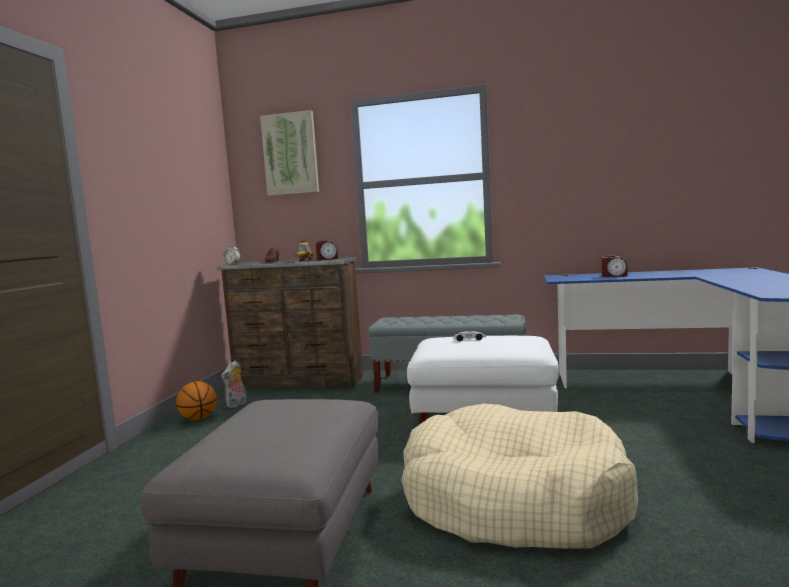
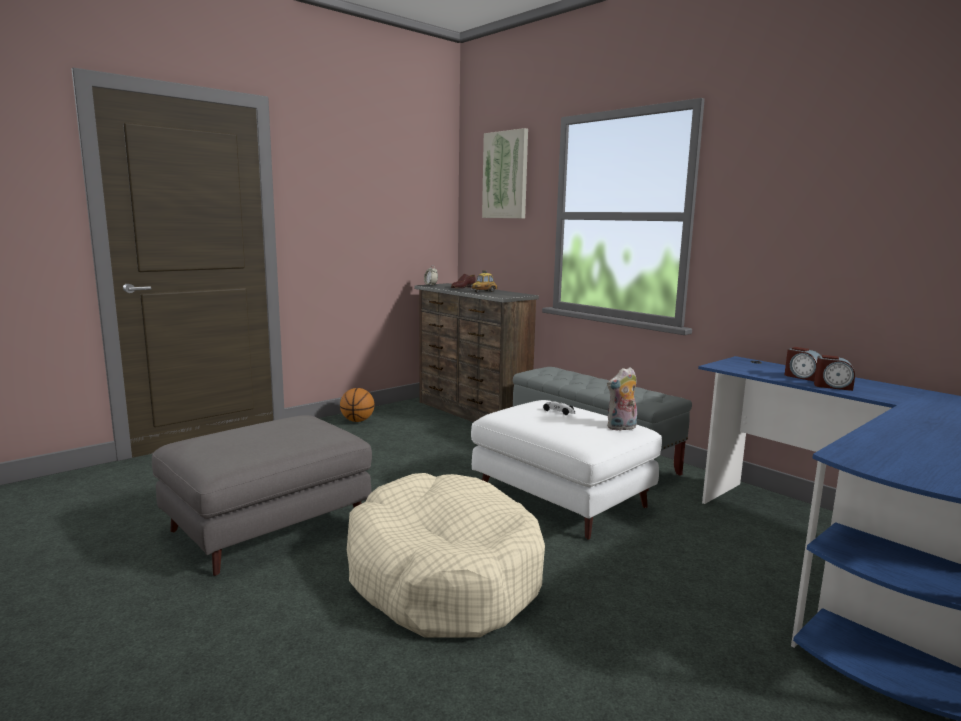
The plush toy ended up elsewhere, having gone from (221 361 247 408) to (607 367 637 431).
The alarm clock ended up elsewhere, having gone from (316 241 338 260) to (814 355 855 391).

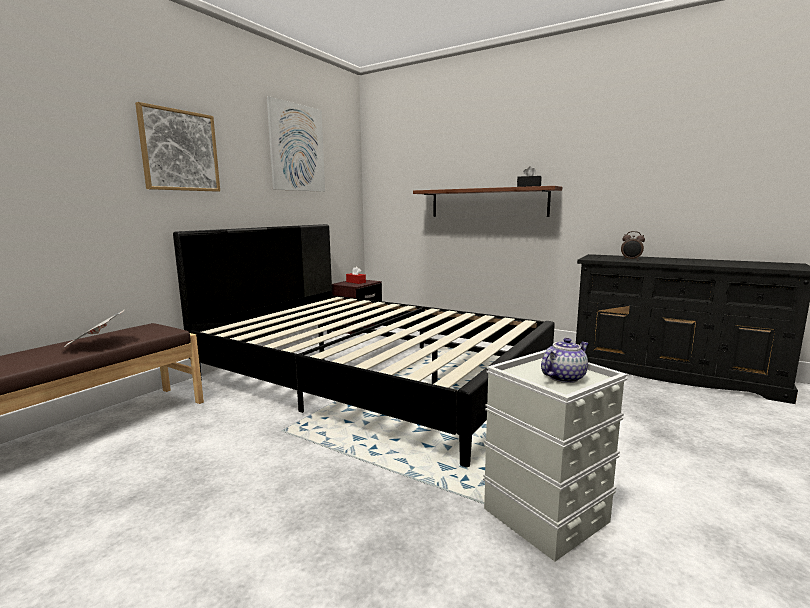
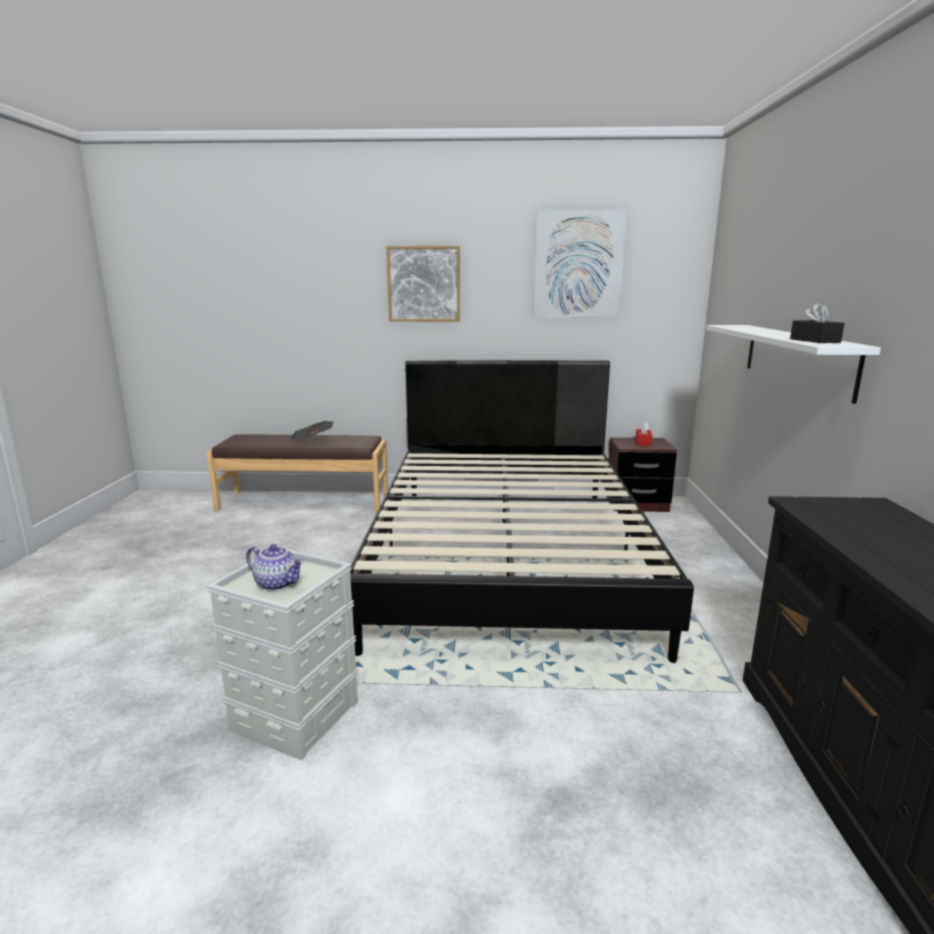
What was the brown shelf at (413 186 562 217) turned into the white shelf at (706 325 881 404).
The second view lost the alarm clock at (621 231 645 260).

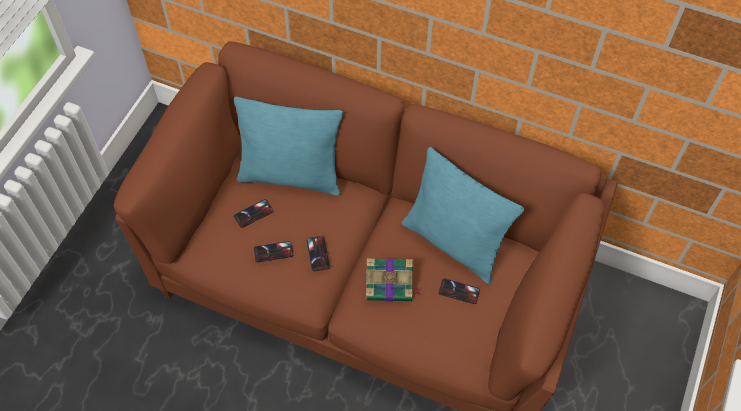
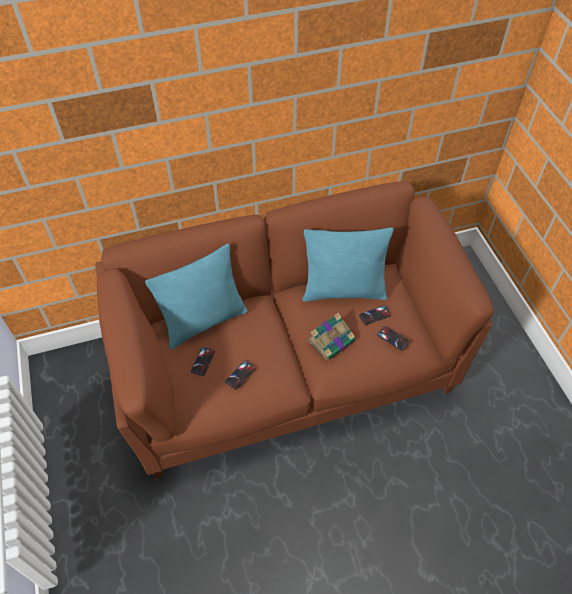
The phone ended up elsewhere, having gone from (307 236 330 271) to (377 326 410 351).

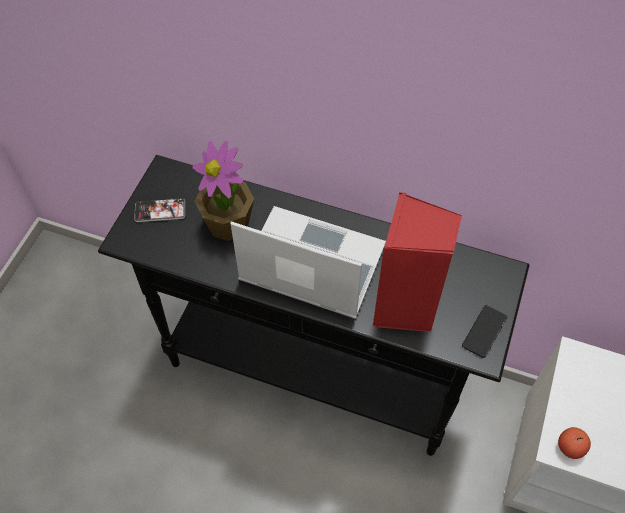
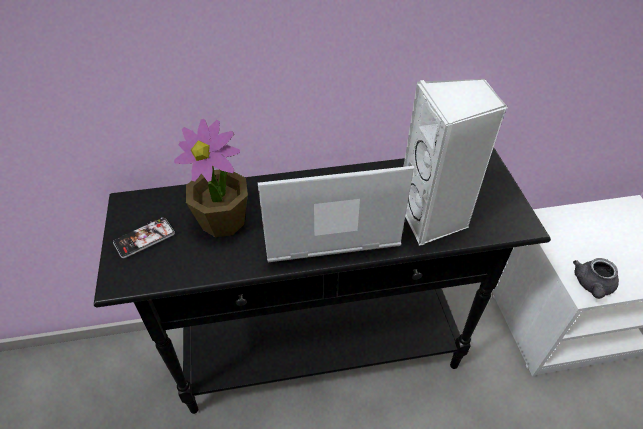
What was the red speaker at (373 192 462 332) turned into the white speaker at (403 79 507 245).
The second view lost the phone at (462 305 507 358).
Where the apple stood at (558 427 591 459), the grey teapot came to stand at (573 258 619 299).

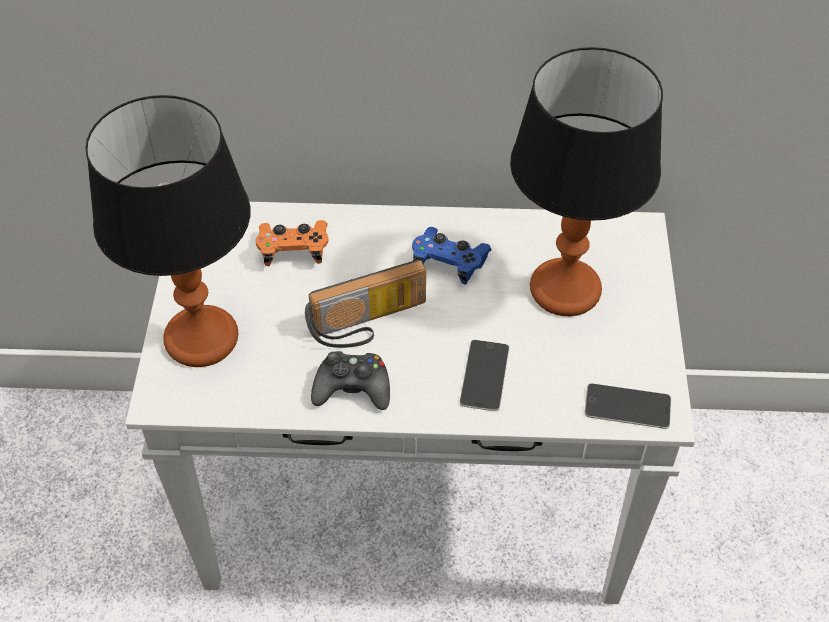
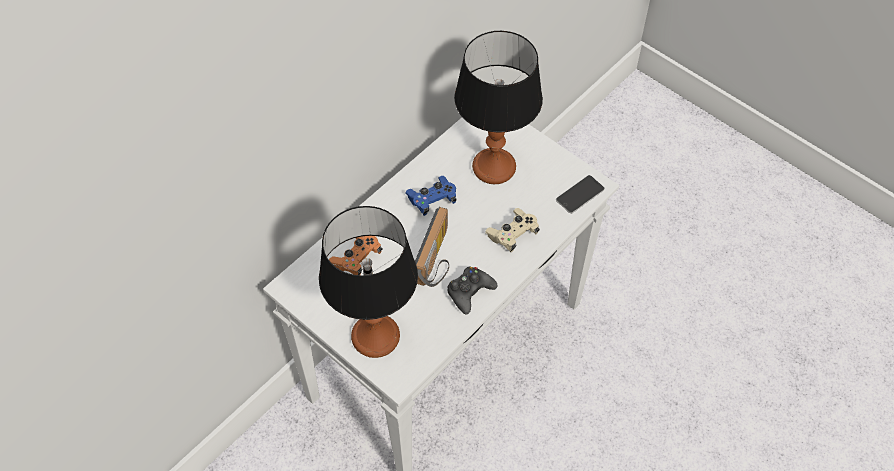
Where the phone stood at (460 340 509 411), the beige game controller came to stand at (485 208 540 252).

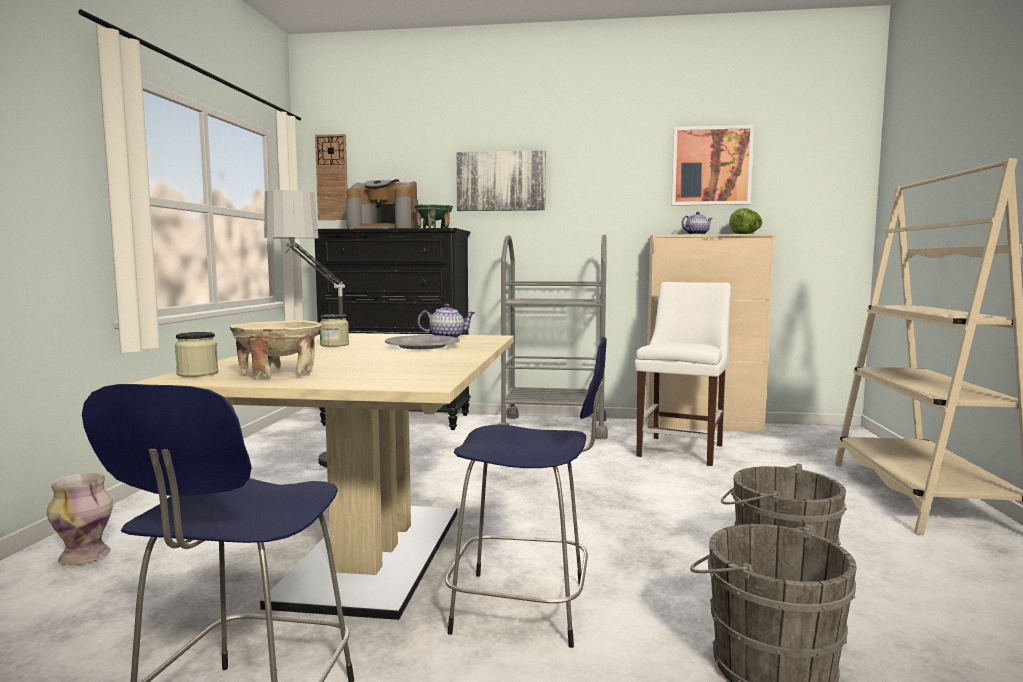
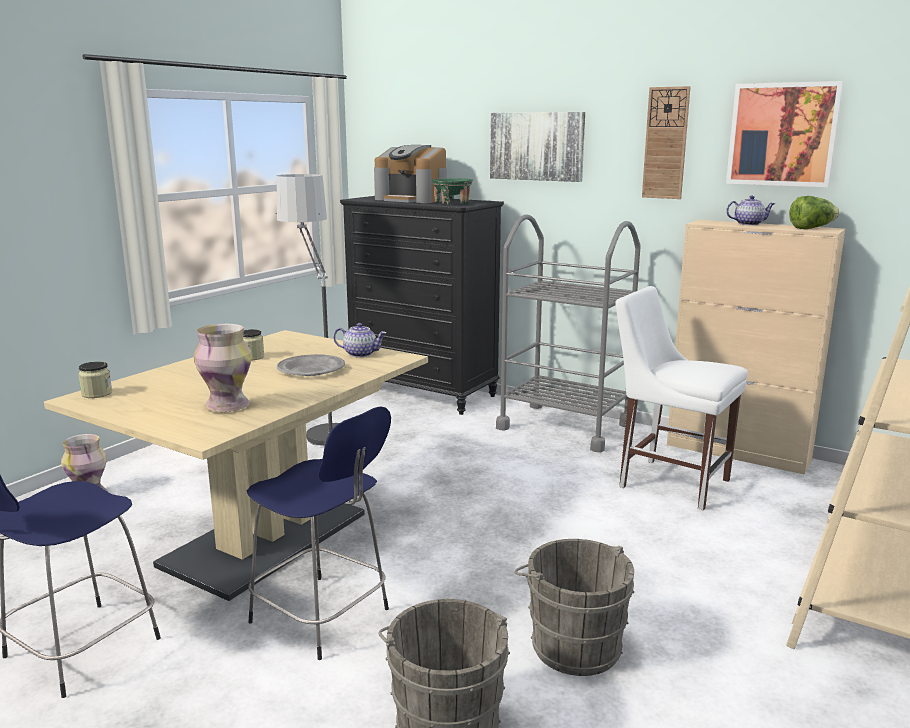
The second view lost the beige bowl at (230 320 322 379).
The wall clock ended up elsewhere, having gone from (315 134 348 220) to (642 86 691 199).
The white chair at (635 282 731 466) ended up facing another way, 105 degrees counterclockwise from before.
The second view gained the vase at (194 324 252 412).

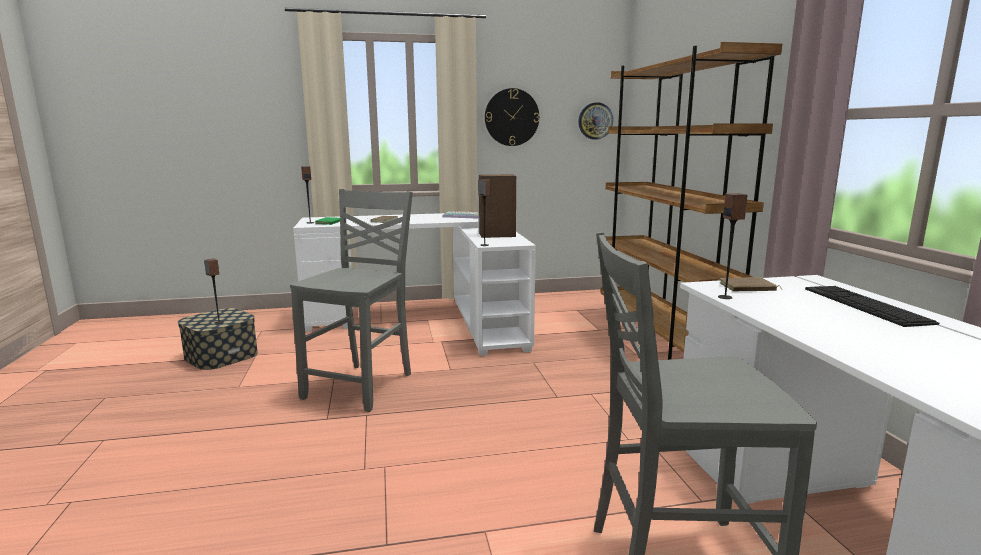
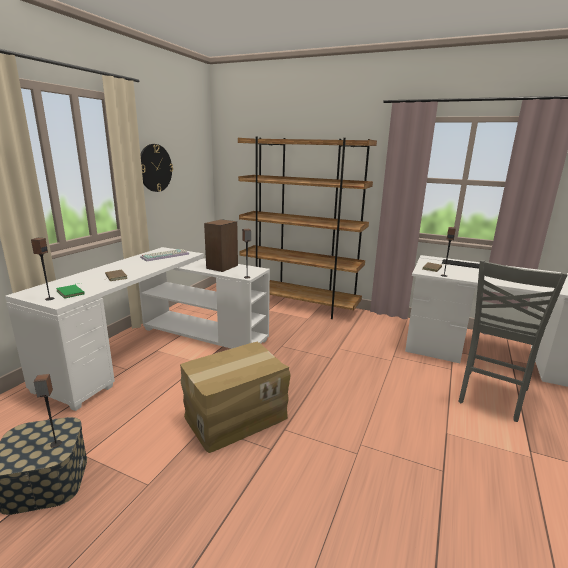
Where the grey chair stood at (290 189 413 412), the cardboard box came to stand at (180 342 291 453).
The second view lost the wall clock at (578 102 613 140).

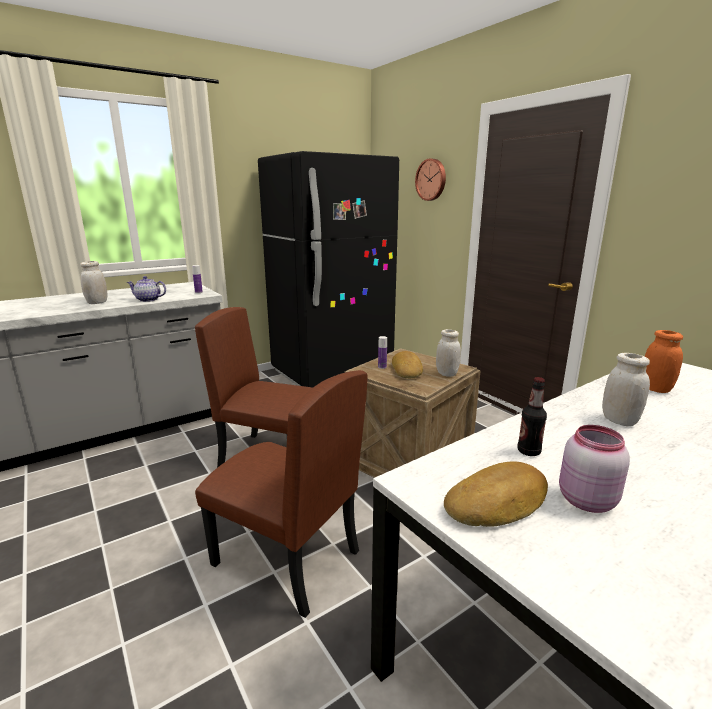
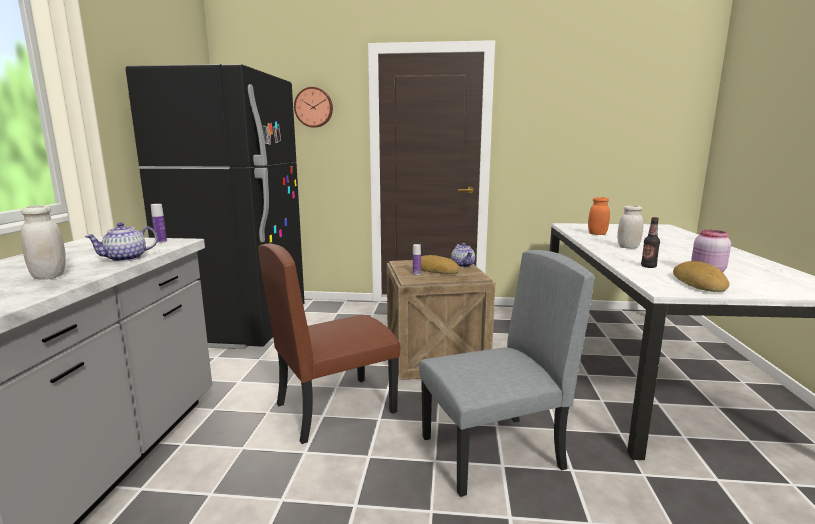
What was the brown chair at (195 370 368 618) turned into the grey chair at (419 250 595 497).
Where the white jar stood at (436 329 461 377), the teapot came to stand at (451 243 475 267).

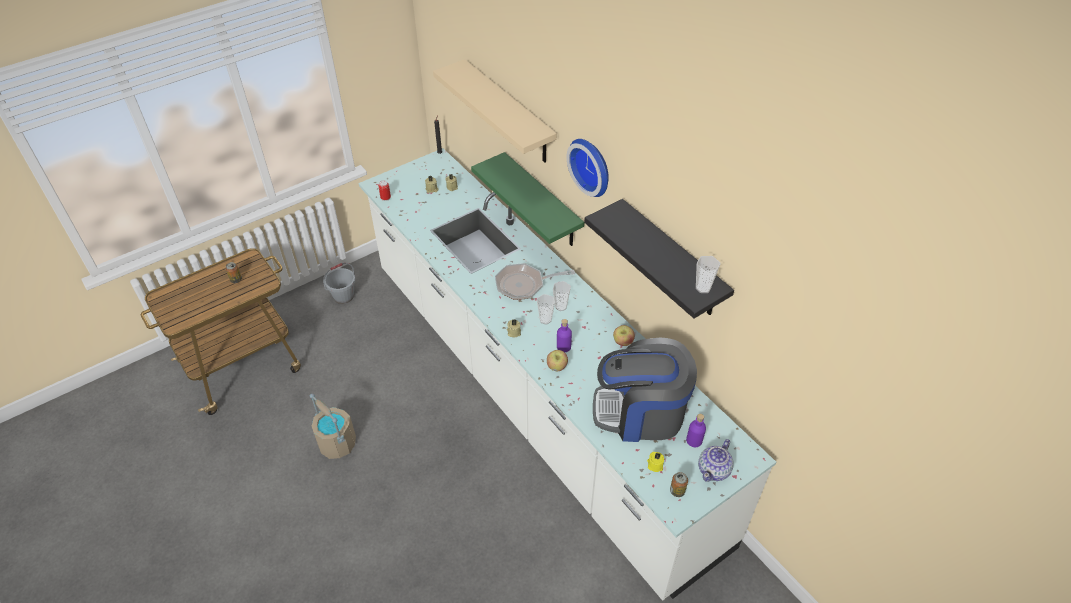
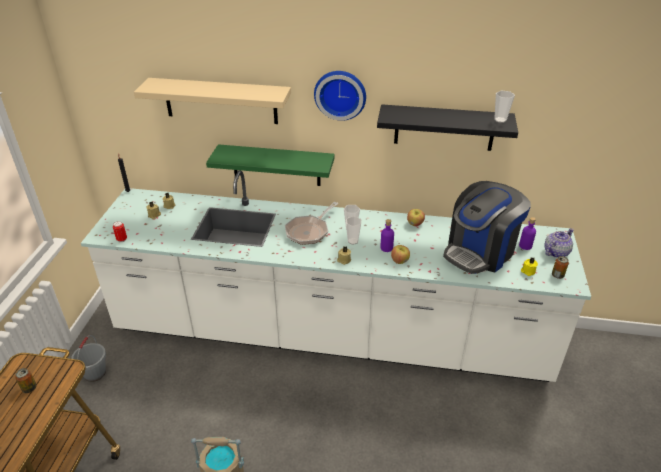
The teapot at (699 439 733 482) ended up facing another way, 120 degrees counterclockwise from before.

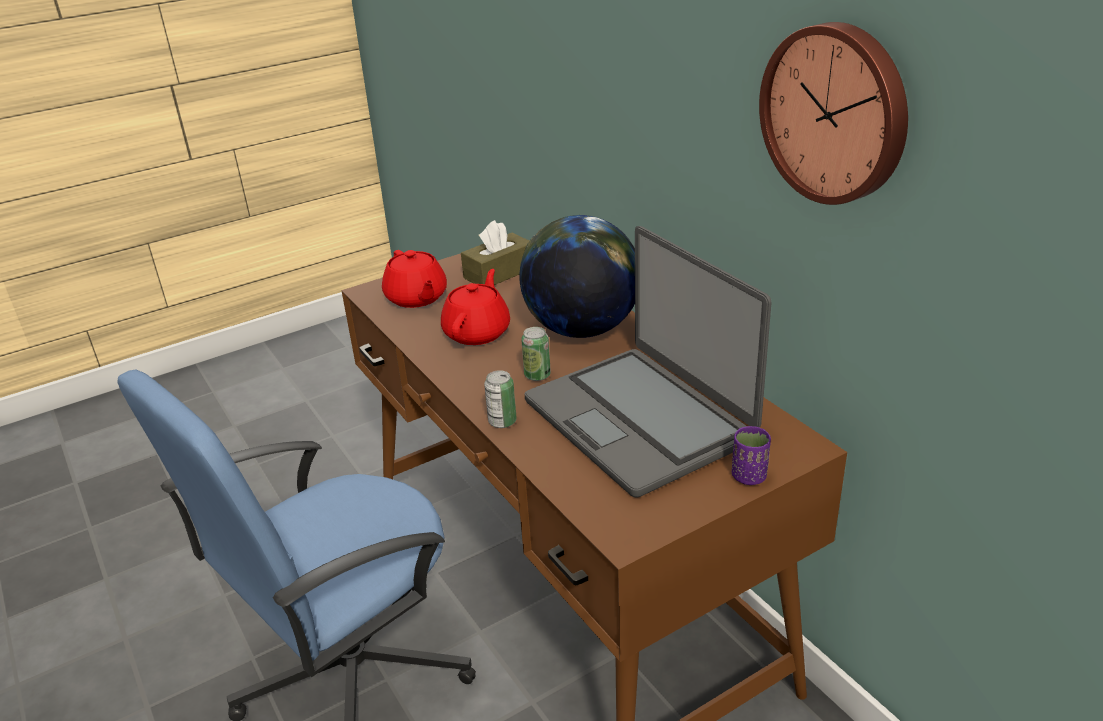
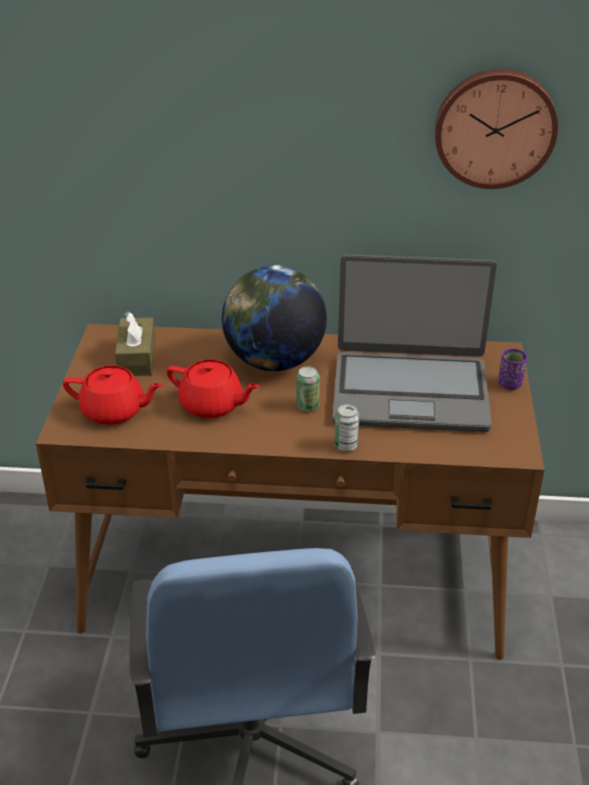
The red teapot at (441 269 510 345) ended up facing another way, 150 degrees clockwise from before.

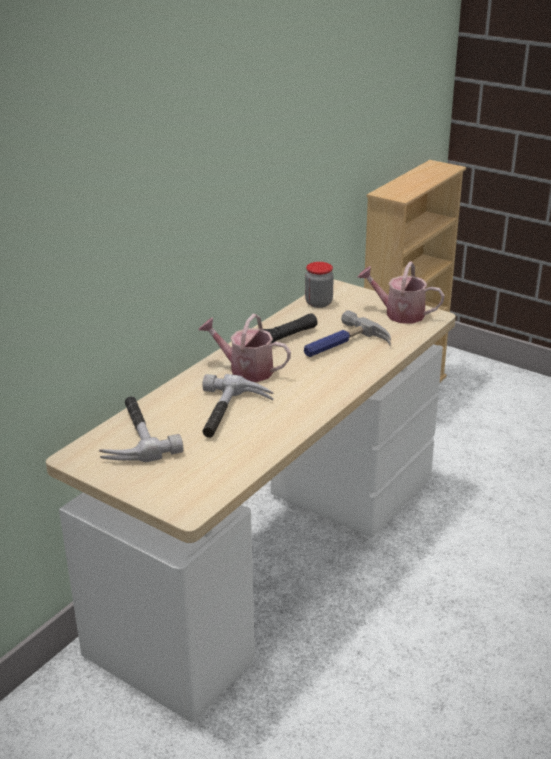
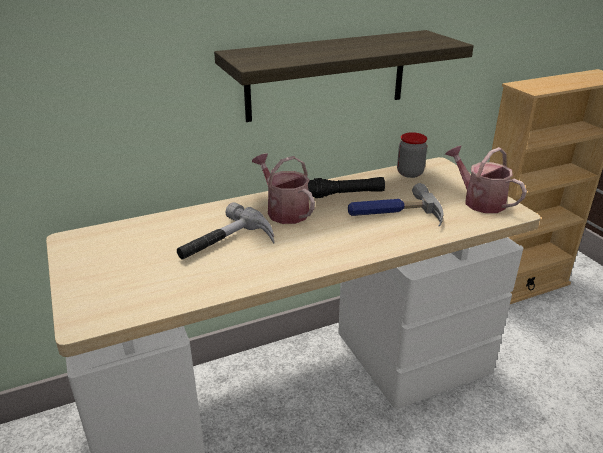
The second view lost the hammer at (99 396 183 462).
The second view gained the shelf at (214 30 474 122).

